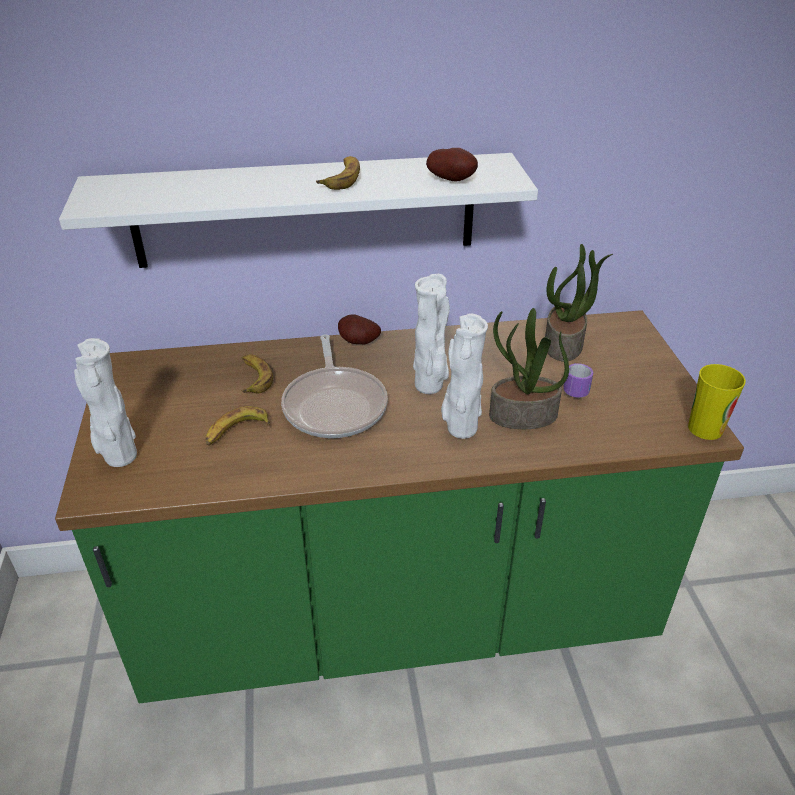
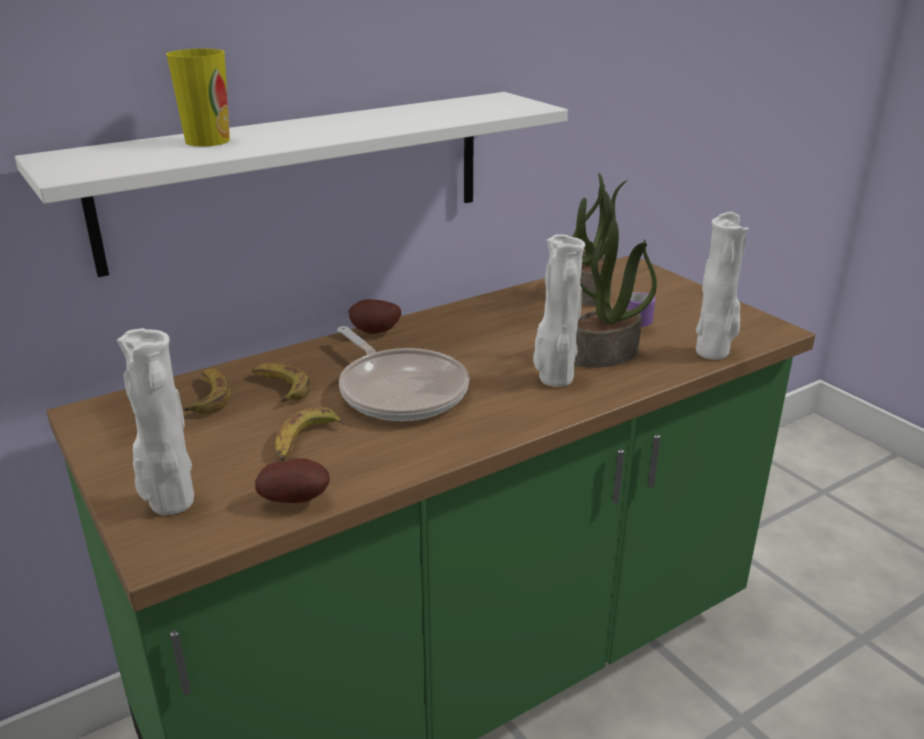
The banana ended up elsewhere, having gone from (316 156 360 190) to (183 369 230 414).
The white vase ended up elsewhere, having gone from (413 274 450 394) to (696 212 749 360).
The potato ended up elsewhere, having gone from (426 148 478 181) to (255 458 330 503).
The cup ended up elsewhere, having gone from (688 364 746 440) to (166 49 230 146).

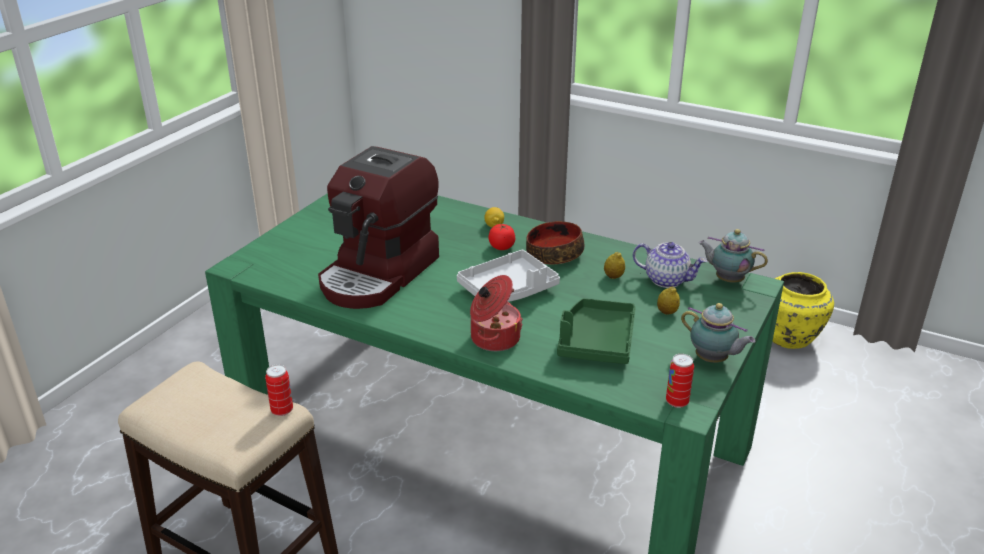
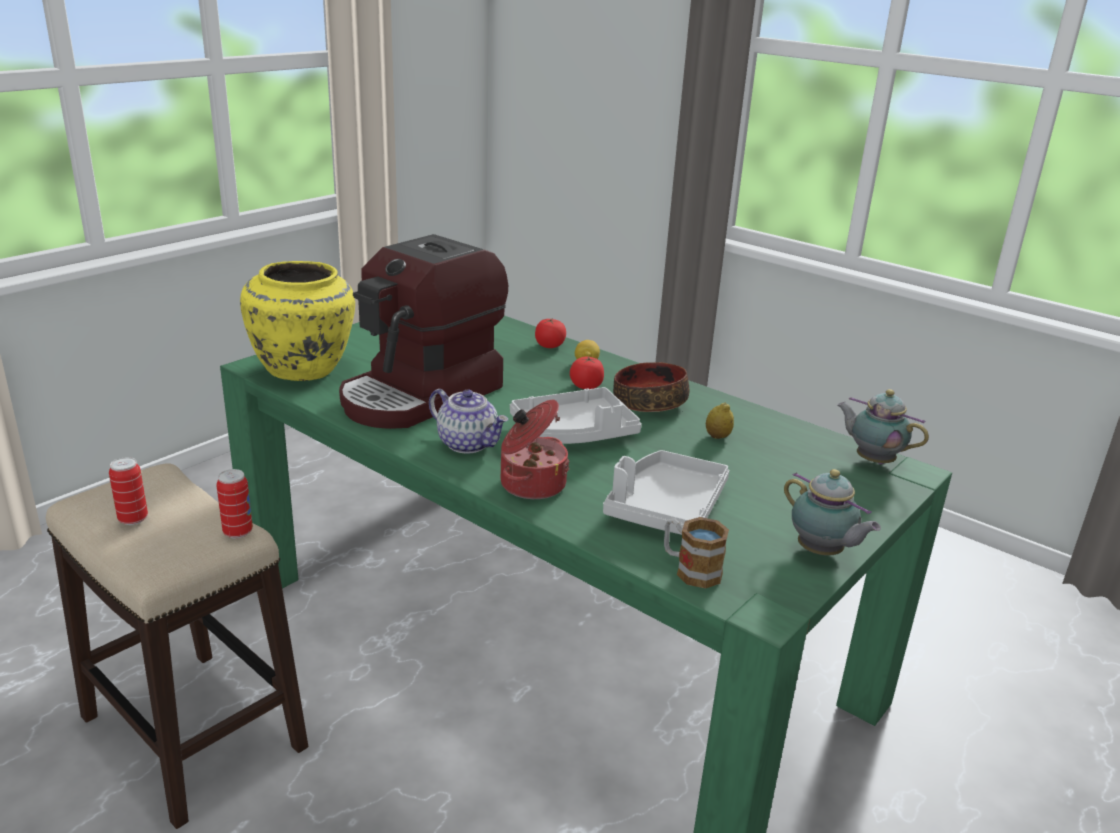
What was the green tray at (557 298 636 364) turned into the grey tray at (603 450 730 535).
The teapot ended up elsewhere, having gone from (633 242 707 288) to (429 389 508 453).
The second view lost the lemon at (657 287 680 315).
The can ended up elsewhere, having gone from (666 354 694 408) to (109 457 148 525).
The yellow vase ended up elsewhere, having gone from (773 272 834 349) to (240 261 355 381).
The second view gained the tomato at (535 318 566 348).
The second view gained the mug at (664 517 729 589).

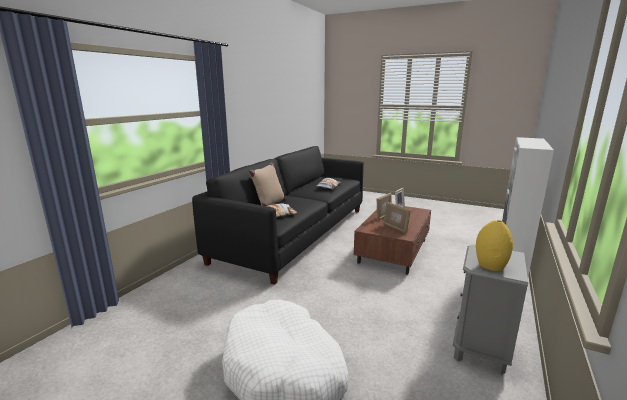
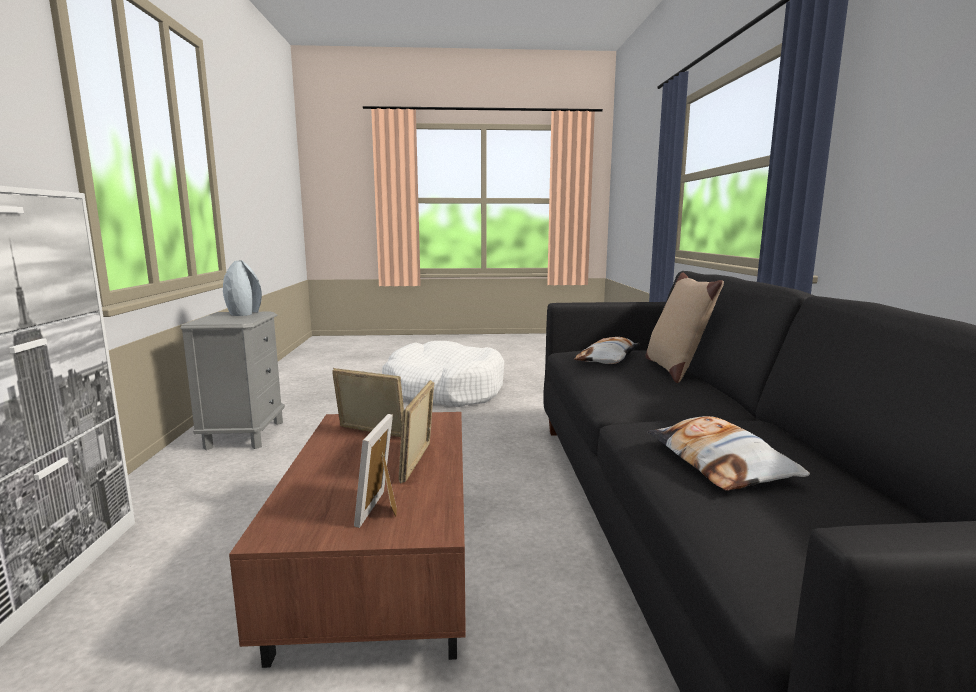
What was the yellow vase at (476 220 513 271) turned into the grey vase at (223 260 262 316).

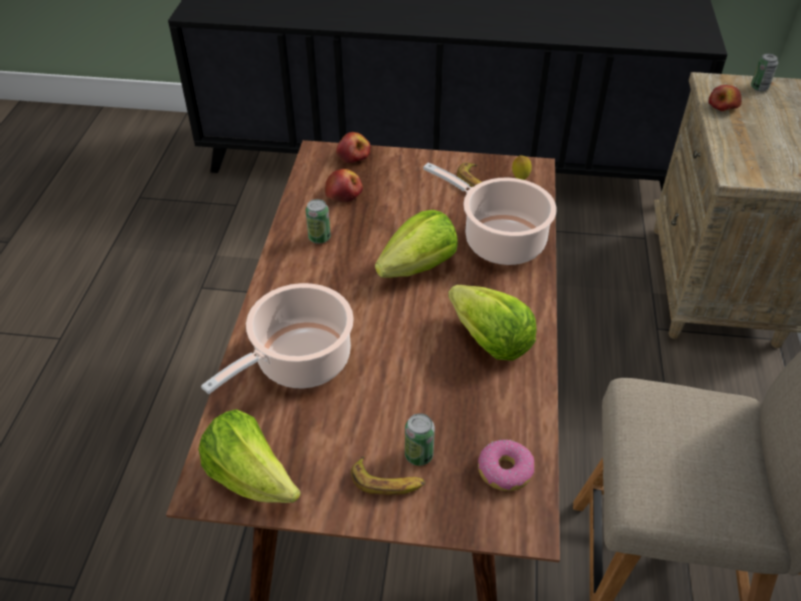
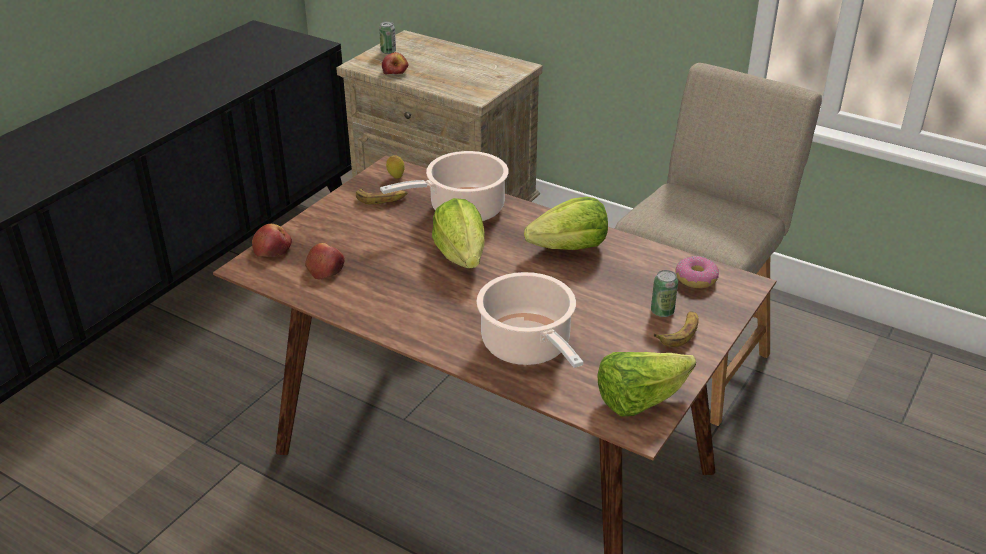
The second view lost the can at (306 199 331 244).

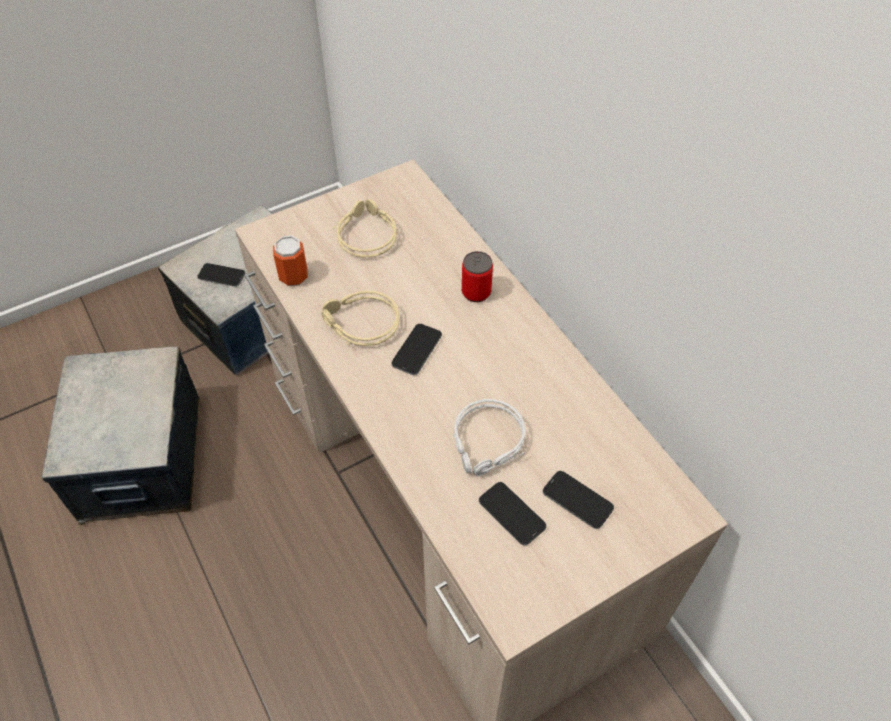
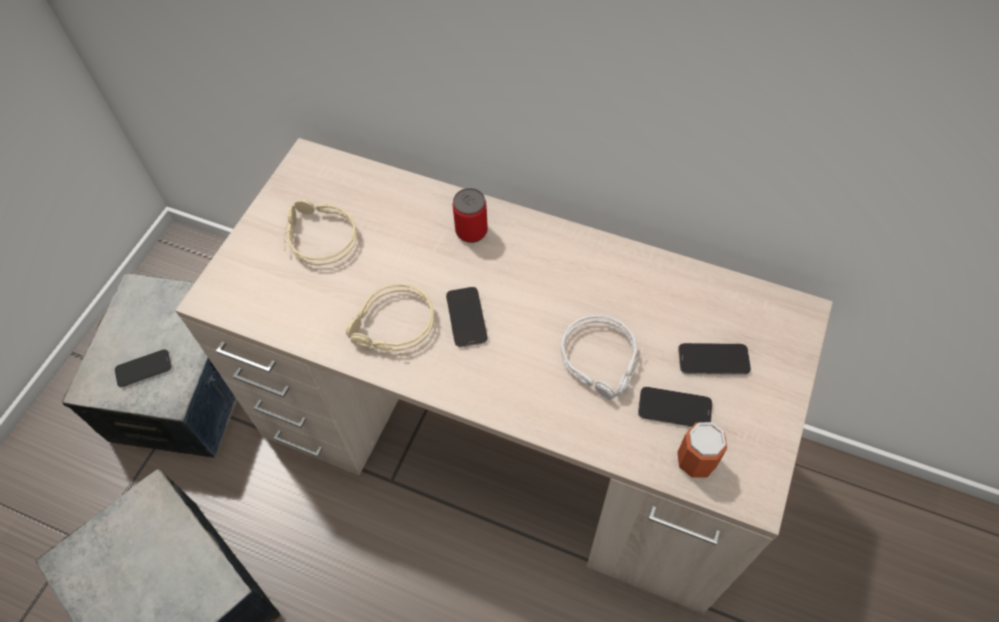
The can ended up elsewhere, having gone from (273 235 308 286) to (677 422 727 478).

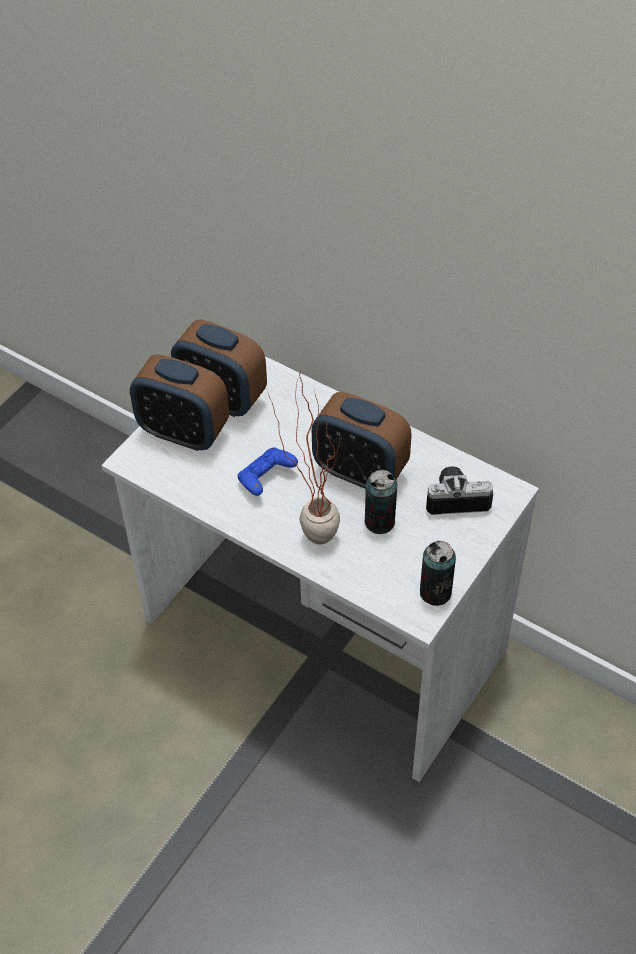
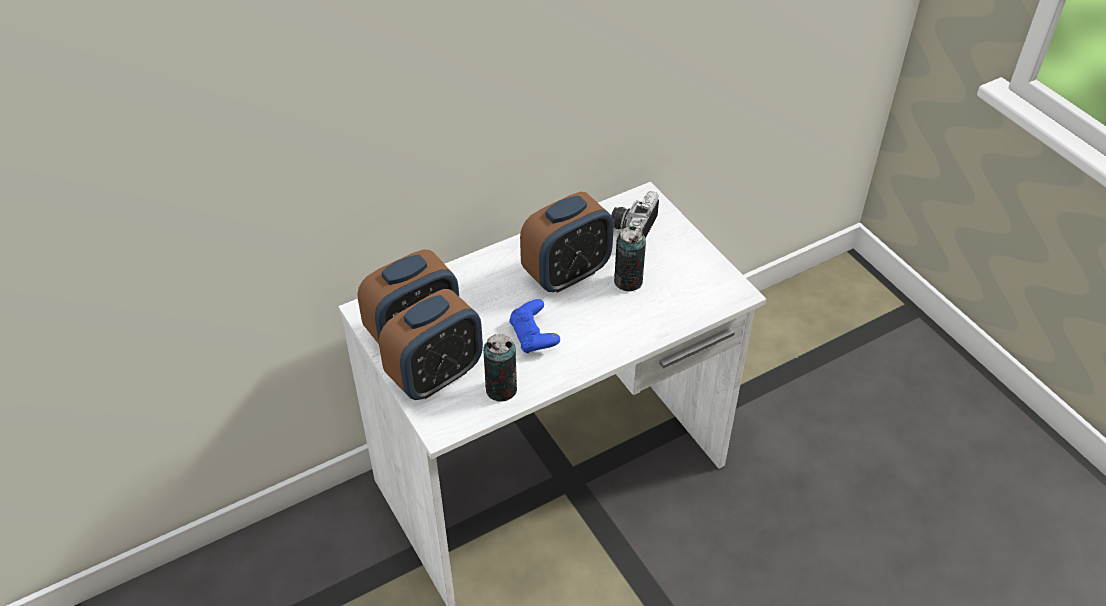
The second view lost the potted plant at (267 371 343 545).
The can ended up elsewhere, having gone from (420 541 456 606) to (483 334 517 402).

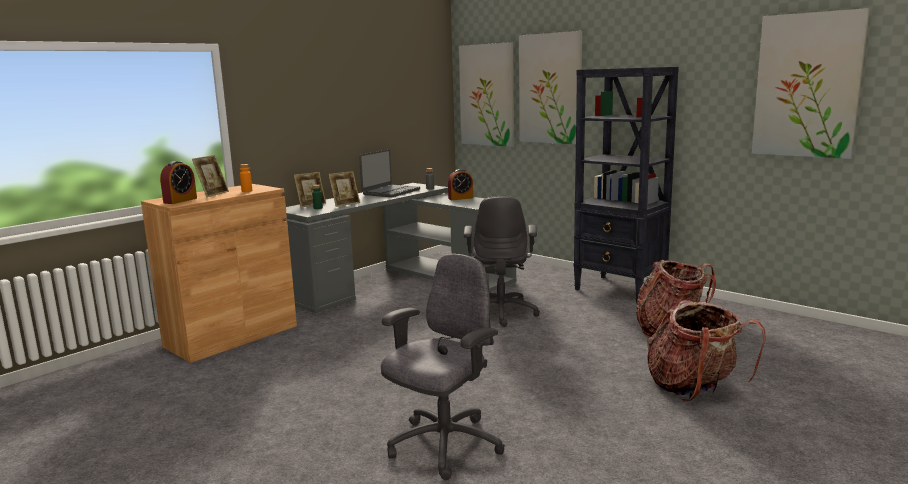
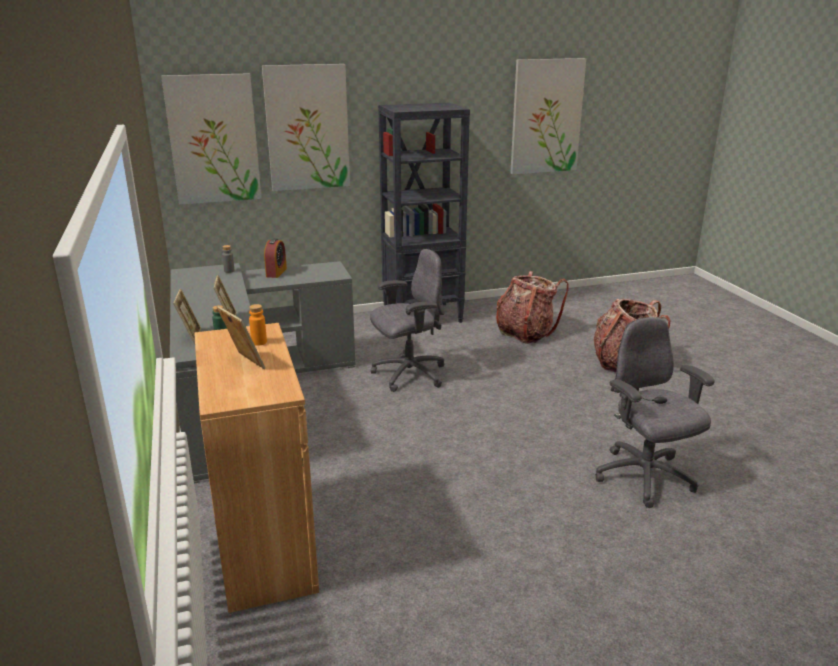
The second view lost the alarm clock at (160 161 197 204).
The second view lost the laptop at (359 149 420 197).
The grey office chair at (464 196 540 327) ended up facing another way, 60 degrees counterclockwise from before.

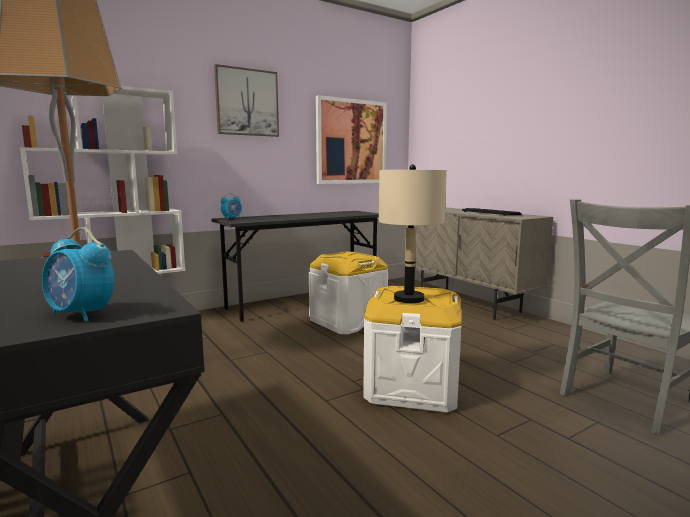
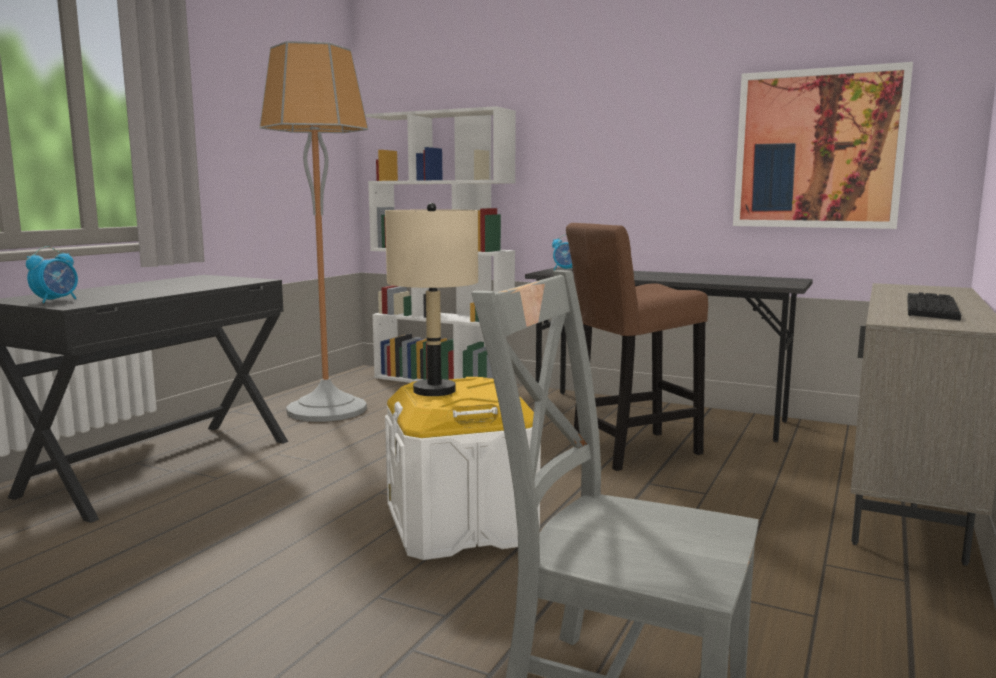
The alarm clock at (42 227 114 322) ended up facing another way, 150 degrees counterclockwise from before.
The second view lost the picture at (214 64 279 137).
Where the white storage box stood at (309 252 388 334), the brown stool came to stand at (566 223 708 471).

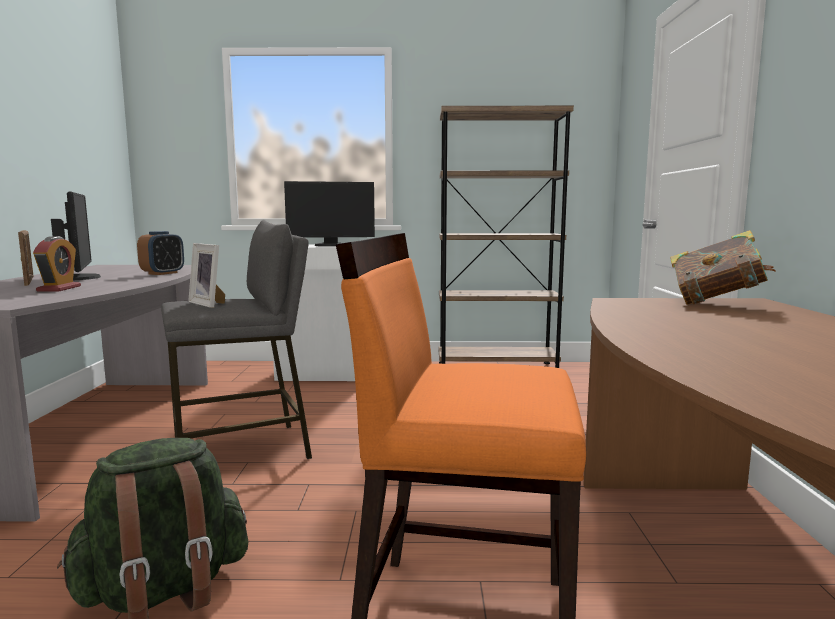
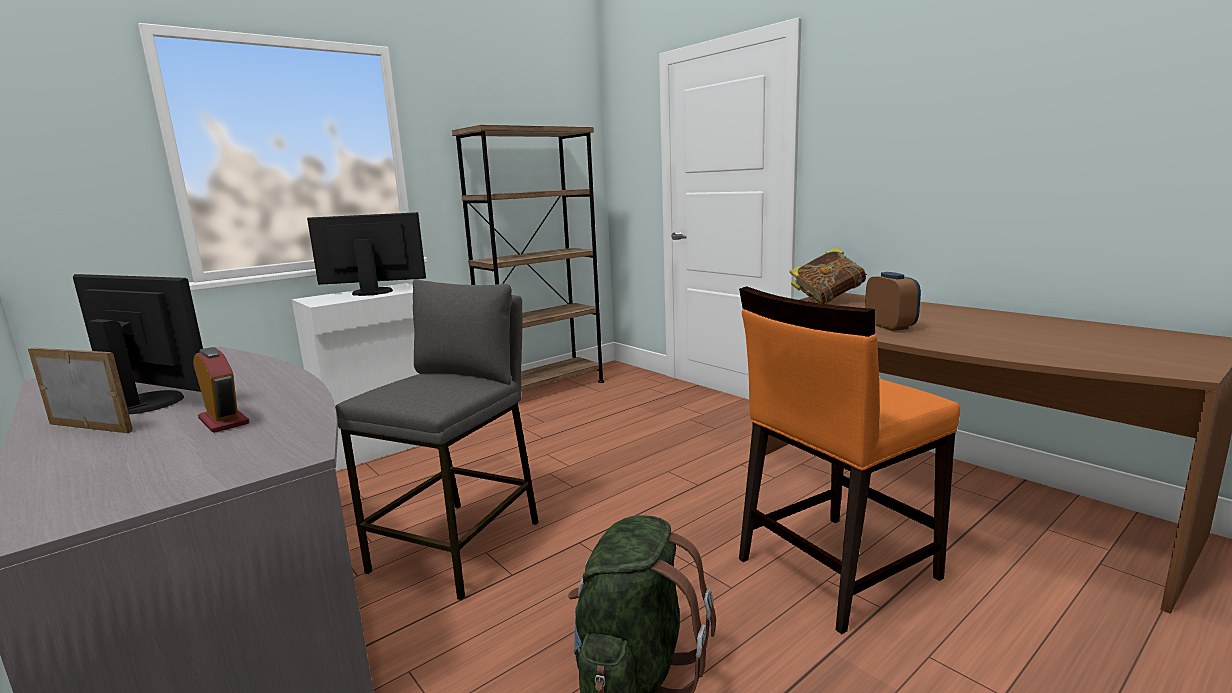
The alarm clock ended up elsewhere, having gone from (137 231 184 275) to (865 272 921 331).
The second view lost the picture frame at (188 243 225 308).
The monitor at (284 181 375 246) ended up facing another way, 135 degrees counterclockwise from before.

